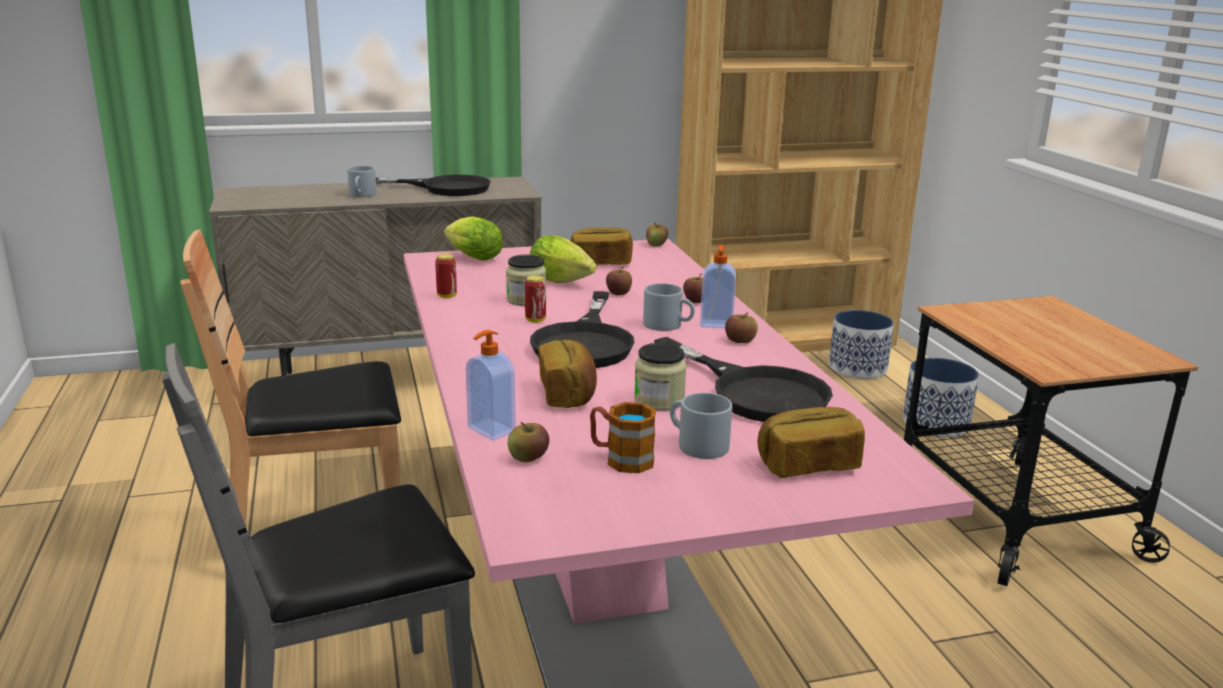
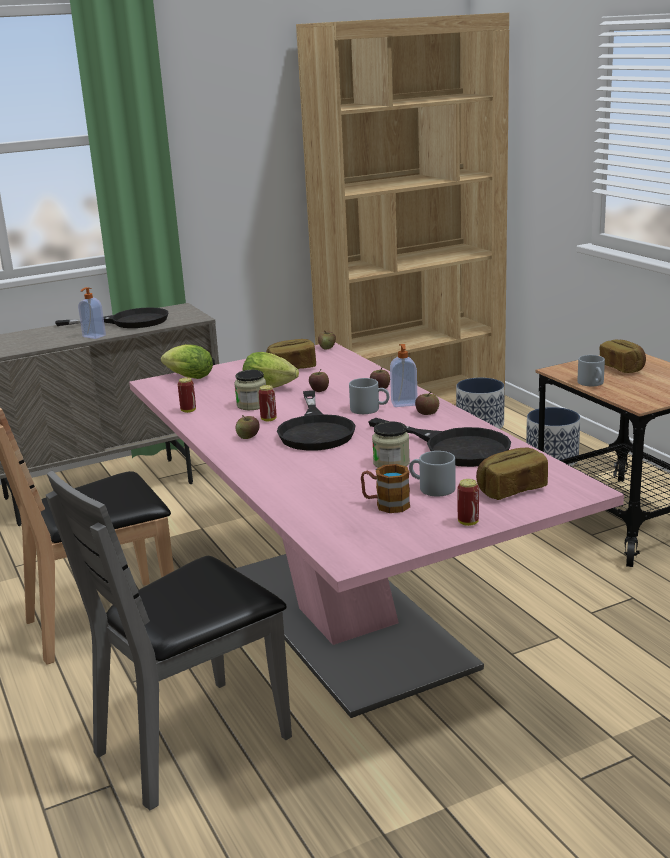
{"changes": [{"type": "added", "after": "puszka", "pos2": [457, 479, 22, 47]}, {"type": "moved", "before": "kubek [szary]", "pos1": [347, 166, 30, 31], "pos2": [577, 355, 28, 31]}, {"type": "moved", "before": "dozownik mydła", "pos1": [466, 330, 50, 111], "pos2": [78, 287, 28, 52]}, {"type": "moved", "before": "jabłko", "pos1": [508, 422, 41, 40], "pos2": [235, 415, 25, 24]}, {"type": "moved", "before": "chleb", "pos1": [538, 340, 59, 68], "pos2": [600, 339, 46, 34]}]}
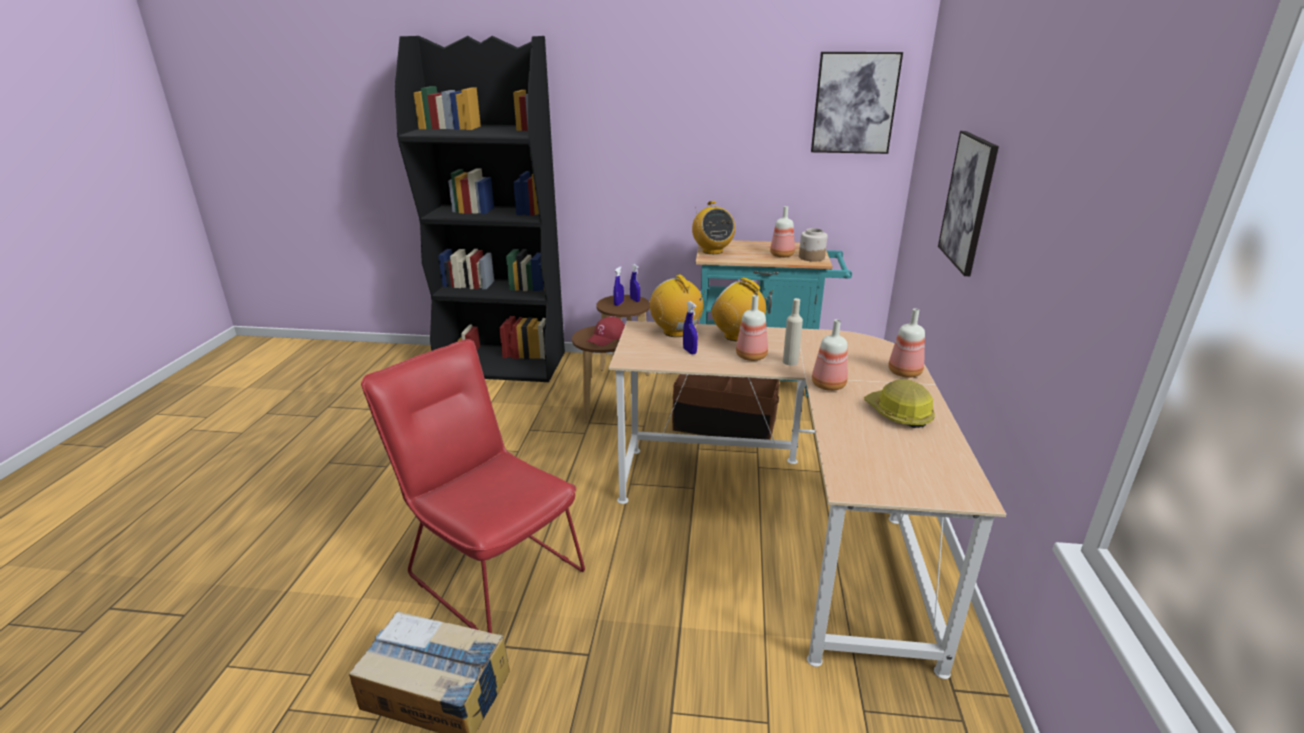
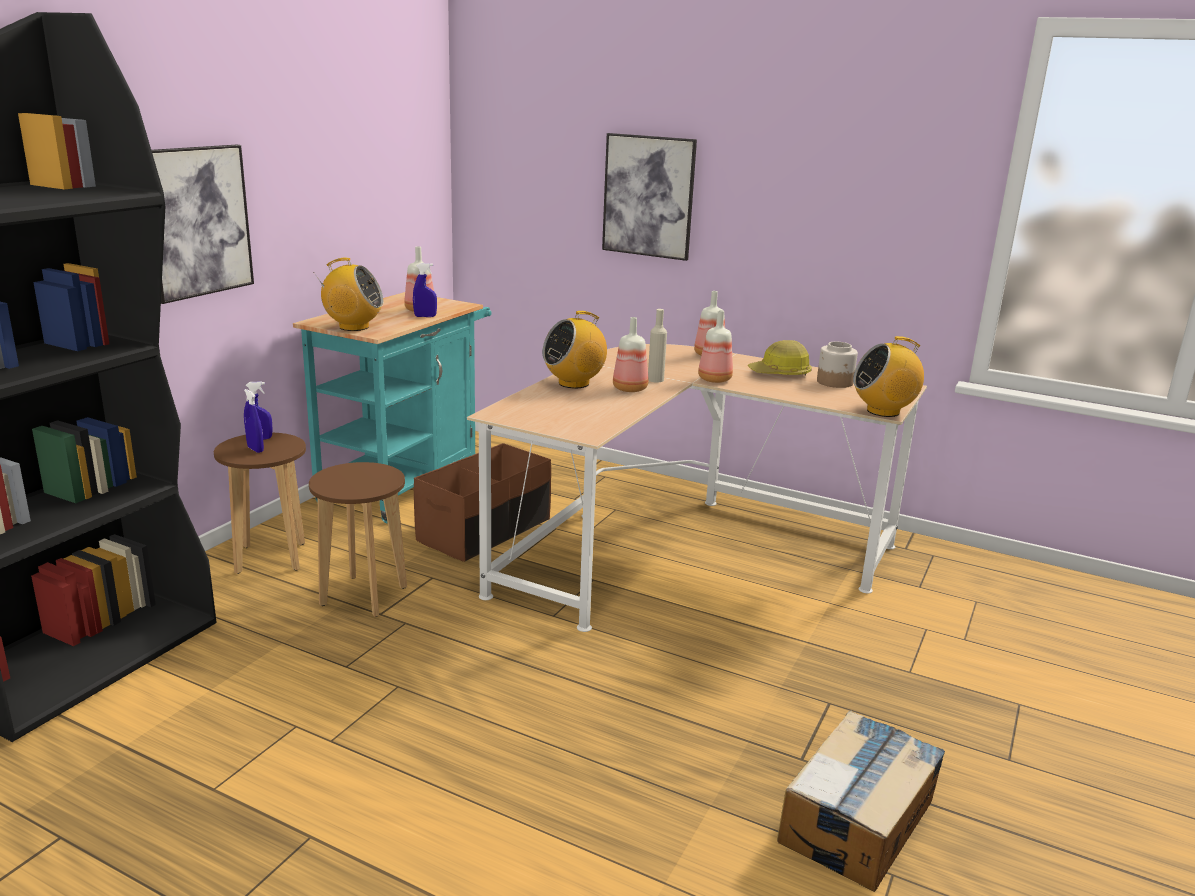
{"changes": [{"type": "removed", "before": "krzesło [czerwony]", "pos1": [361, 339, 224, 294]}, {"type": "removed", "before": "czapka z daszkiem [czerwony]", "pos1": [586, 317, 39, 29]}, {"type": "moved", "before": "radio", "pos1": [650, 274, 56, 63], "pos2": [853, 336, 71, 81]}, {"type": "moved", "before": "spryskiwacz [niebieski]", "pos1": [683, 301, 15, 54], "pos2": [413, 263, 24, 54]}, {"type": "moved", "before": "słoik", "pos1": [799, 228, 28, 34], "pos2": [817, 342, 41, 46]}, {"type": "moved", "before": "obraz", "pos1": [811, 52, 92, 102], "pos2": [151, 145, 103, 159]}]}
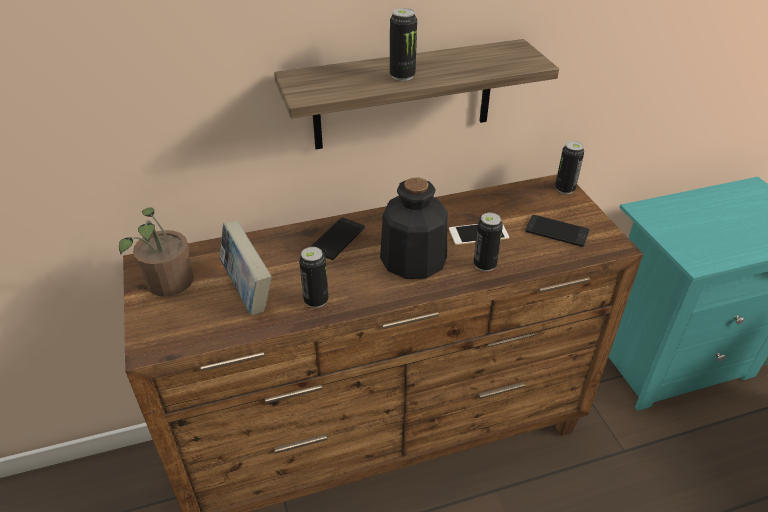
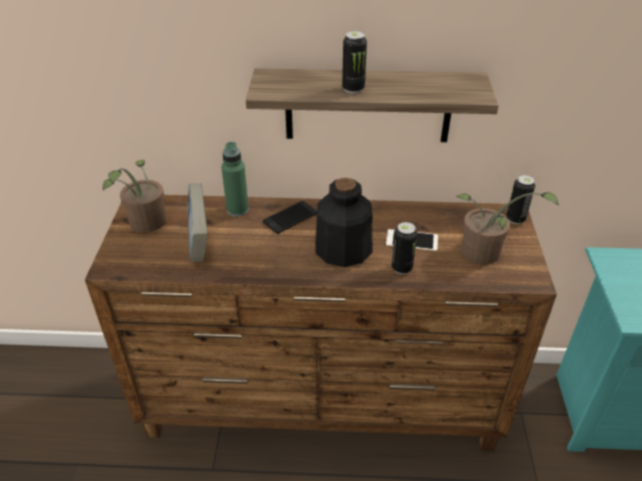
{"changes": [{"type": "removed", "before": "puszka", "pos1": [299, 247, 30, 61]}, {"type": "added", "after": "butelka [zielony]", "pos2": [221, 142, 28, 74]}, {"type": "replaced", "before": "telefon", "after": "roślina doniczkowa", "pos1": [525, 215, 64, 32], "pos2": [457, 192, 102, 72]}]}
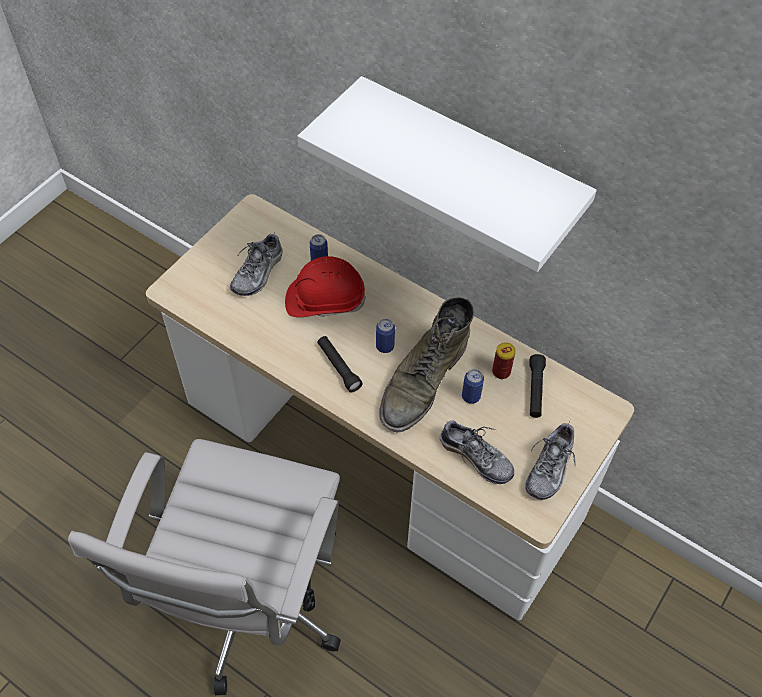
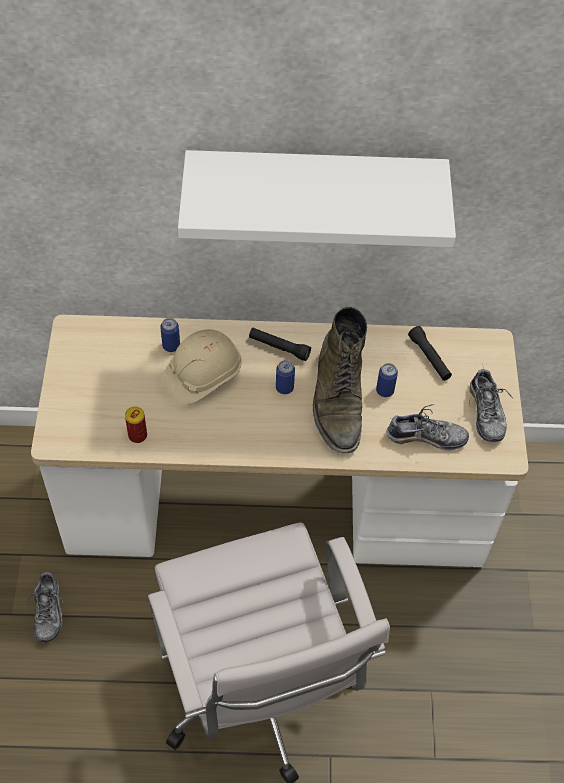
{"changes": [{"type": "moved", "before": "but", "pos1": [230, 230, 53, 66], "pos2": [27, 572, 37, 70]}, {"type": "moved", "before": "latarka [czarny]", "pos1": [317, 336, 46, 56], "pos2": [249, 328, 62, 33]}, {"type": "moved", "before": "puszka", "pos1": [492, 342, 24, 37], "pos2": [125, 407, 22, 36]}, {"type": "recoloured", "before": "kask [czerwony]", "after": "kask [beżowy]", "pos1": [285, 256, 81, 61], "pos2": [162, 329, 80, 76]}]}
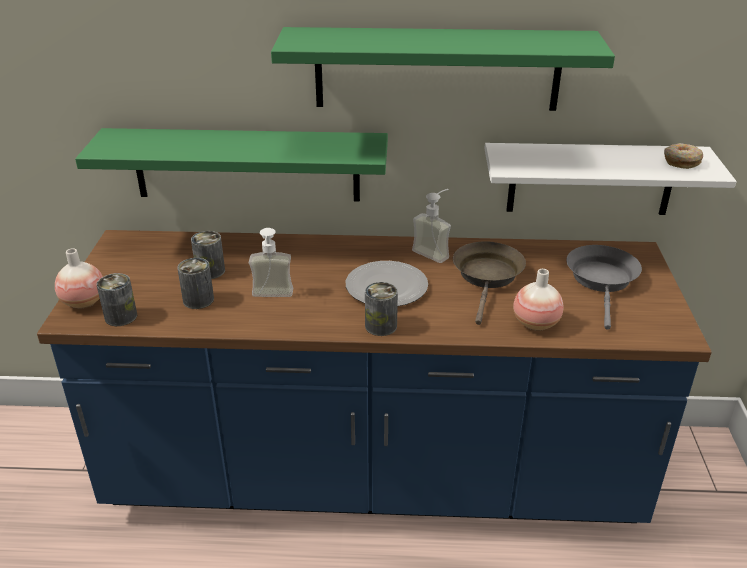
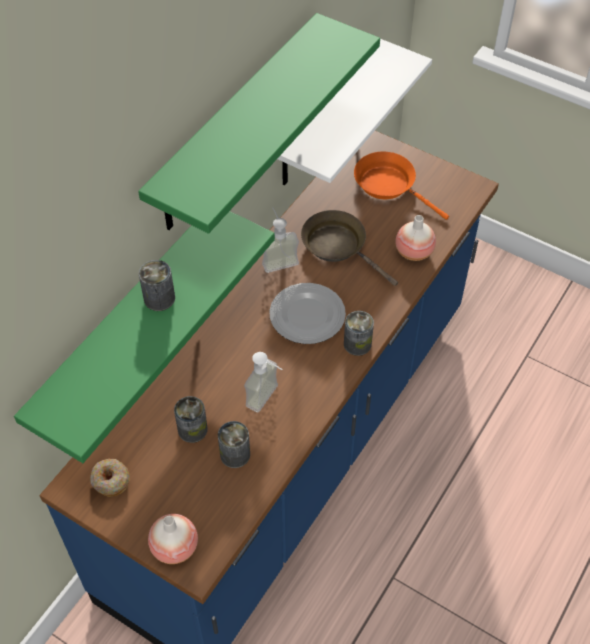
{"changes": [{"type": "moved", "before": "puszka", "pos1": [97, 273, 40, 53], "pos2": [139, 260, 36, 51]}, {"type": "moved", "before": "donut", "pos1": [664, 143, 39, 26], "pos2": [90, 459, 40, 38]}, {"type": "recoloured", "before": "patelnia [szary]", "after": "patelnia [pomarańczowy]", "pos1": [566, 245, 76, 85], "pos2": [354, 152, 95, 68]}]}
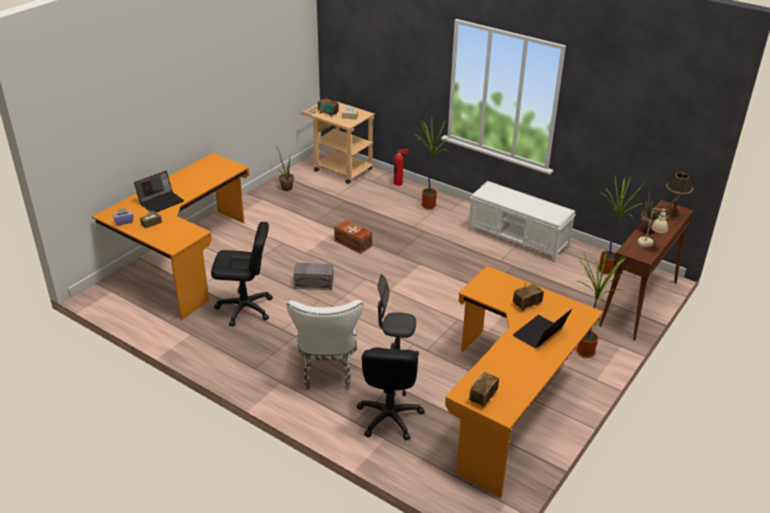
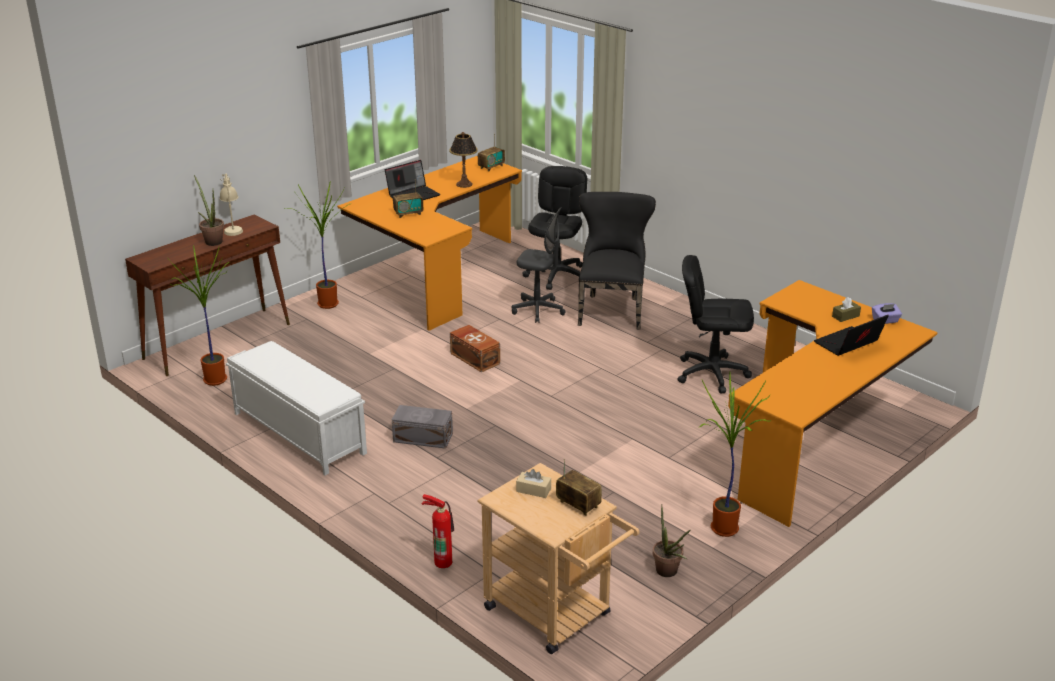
{"changes": [{"type": "moved", "before": "pojemnik do przechowywania [szary]", "pos1": [293, 263, 41, 27], "pos2": [392, 405, 61, 44]}, {"type": "moved", "before": "pojemnik do przechowywania [brązowy]", "pos1": [334, 220, 38, 34], "pos2": [450, 325, 50, 47]}, {"type": "moved", "before": "roślina doniczkowa", "pos1": [414, 118, 38, 91], "pos2": [699, 372, 73, 165]}, {"type": "moved", "before": "lampa stołowa", "pos1": [666, 172, 27, 48], "pos2": [449, 132, 28, 56]}, {"type": "recoloured", "before": "krzesło [biały]", "after": "krzesło [czarny]", "pos1": [287, 300, 76, 91], "pos2": [578, 192, 78, 138]}]}
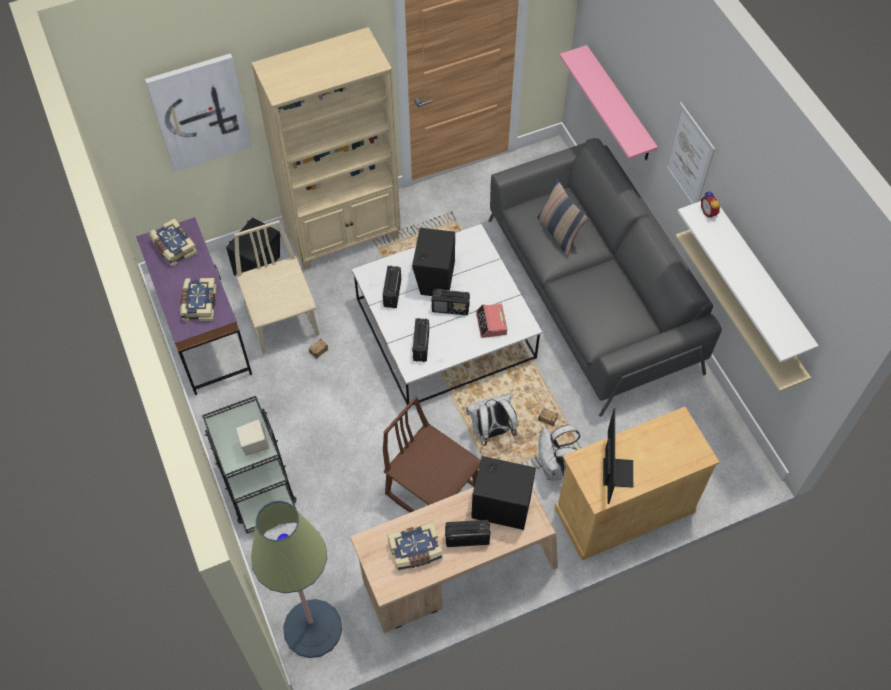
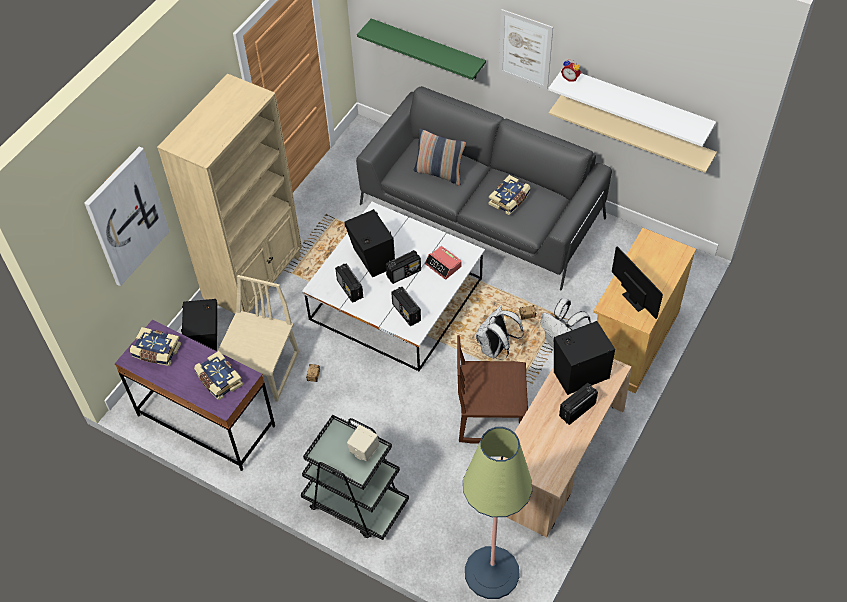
{"changes": [{"type": "moved", "before": "książka", "pos1": [387, 522, 56, 49], "pos2": [489, 175, 41, 40]}, {"type": "recoloured", "before": "półka [różowy]", "after": "półka [zielony]", "pos1": [560, 45, 98, 115], "pos2": [357, 18, 129, 62]}, {"type": "turned", "before": "krzesło [beżowy]", "pos1": [234, 220, 85, 133], "pos2": [218, 275, 81, 127], "turn": 75}]}
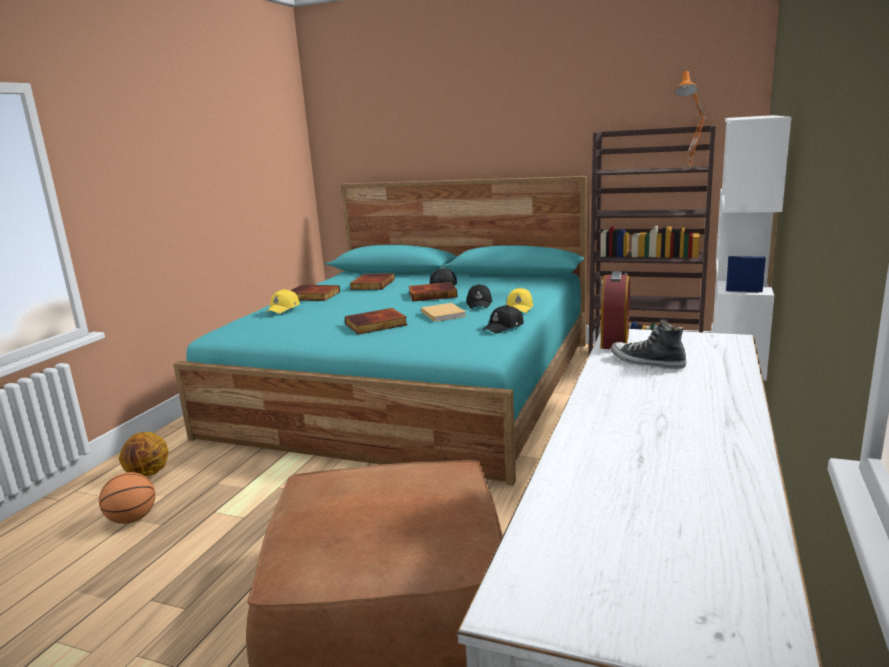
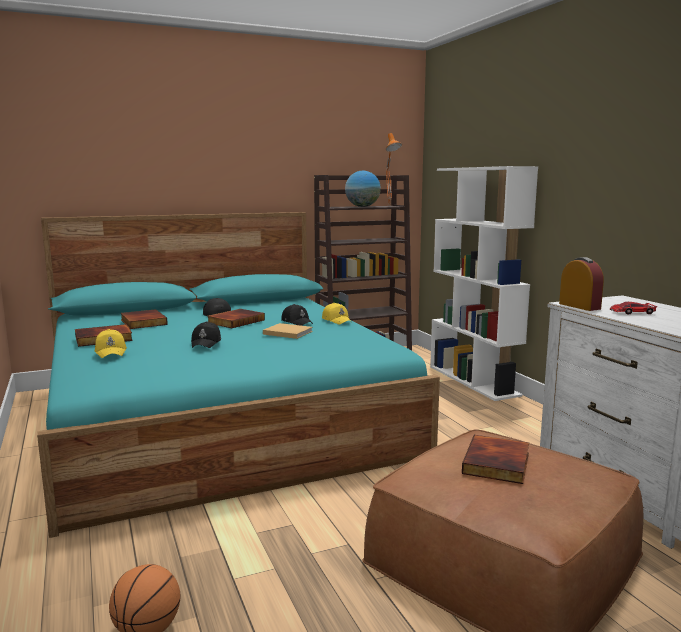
{"changes": [{"type": "removed", "before": "piłka do koszykówki", "pos1": [119, 432, 49, 44]}, {"type": "added", "after": "globus", "pos2": [345, 171, 36, 36]}, {"type": "moved", "before": "książka", "pos1": [345, 308, 63, 27], "pos2": [462, 435, 67, 49]}, {"type": "moved", "before": "czapka z daszkiem [czarny]", "pos1": [483, 305, 41, 28], "pos2": [191, 321, 30, 27]}, {"type": "replaced", "before": "but", "after": "samochodzik", "pos1": [611, 319, 75, 50], "pos2": [610, 302, 47, 13]}]}
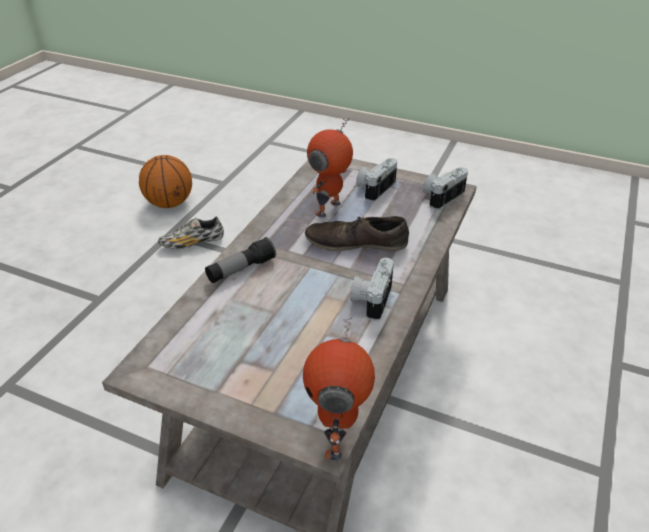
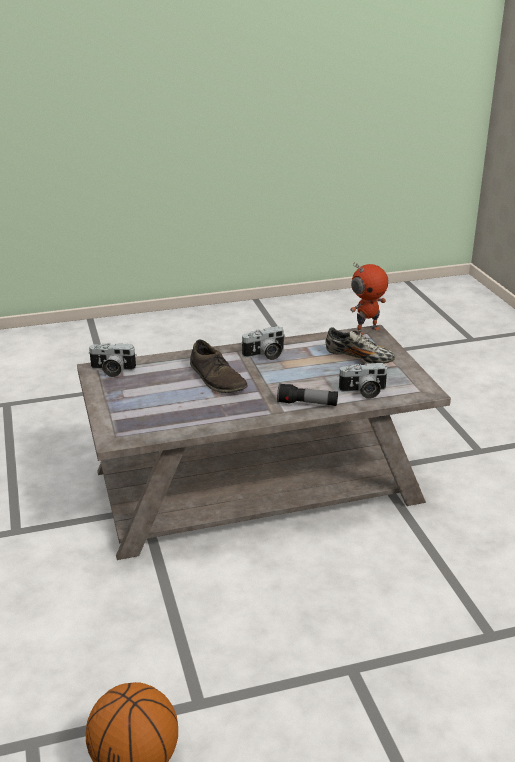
{"changes": [{"type": "removed", "before": "robot zabawkowy", "pos1": [307, 118, 46, 100]}, {"type": "moved", "before": "but", "pos1": [158, 217, 66, 32], "pos2": [326, 327, 69, 37]}, {"type": "moved", "before": "aparat fotograficzny", "pos1": [356, 158, 41, 44], "pos2": [338, 363, 49, 36]}]}
